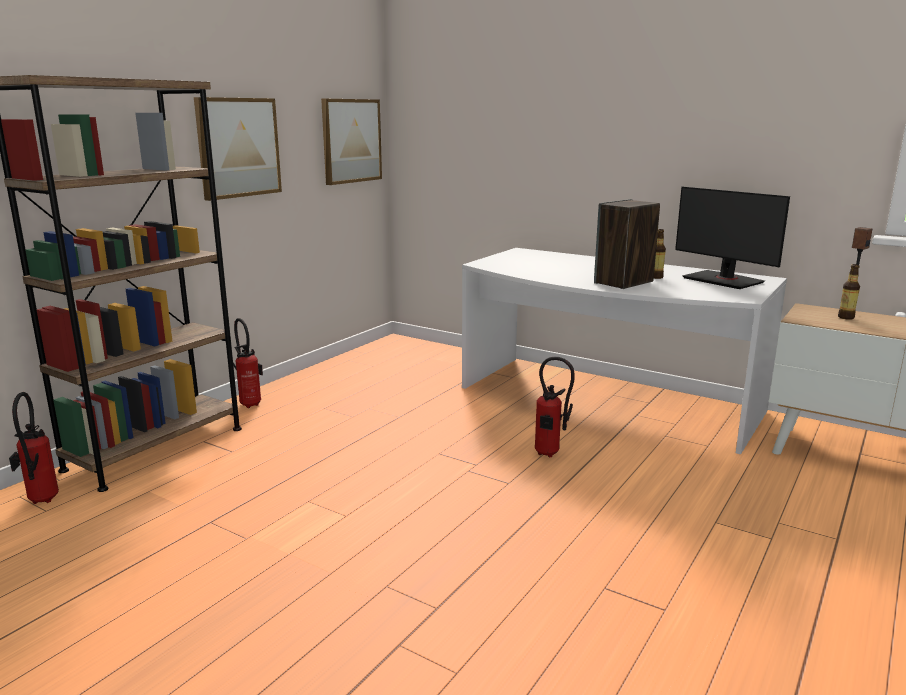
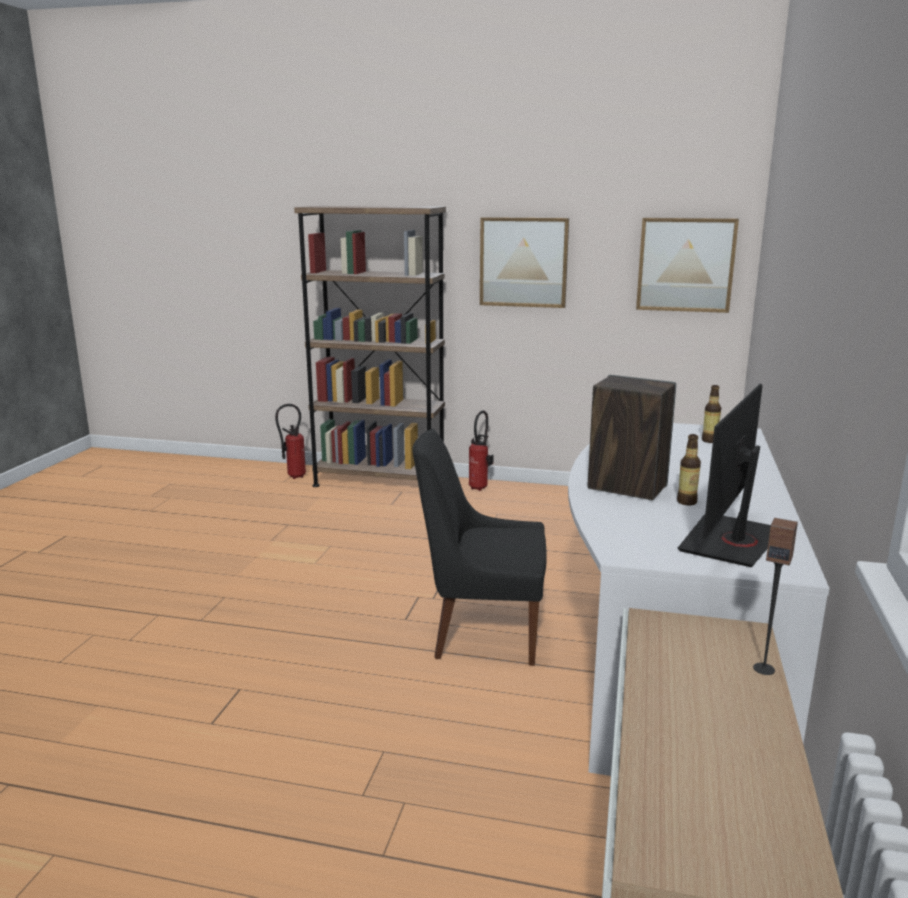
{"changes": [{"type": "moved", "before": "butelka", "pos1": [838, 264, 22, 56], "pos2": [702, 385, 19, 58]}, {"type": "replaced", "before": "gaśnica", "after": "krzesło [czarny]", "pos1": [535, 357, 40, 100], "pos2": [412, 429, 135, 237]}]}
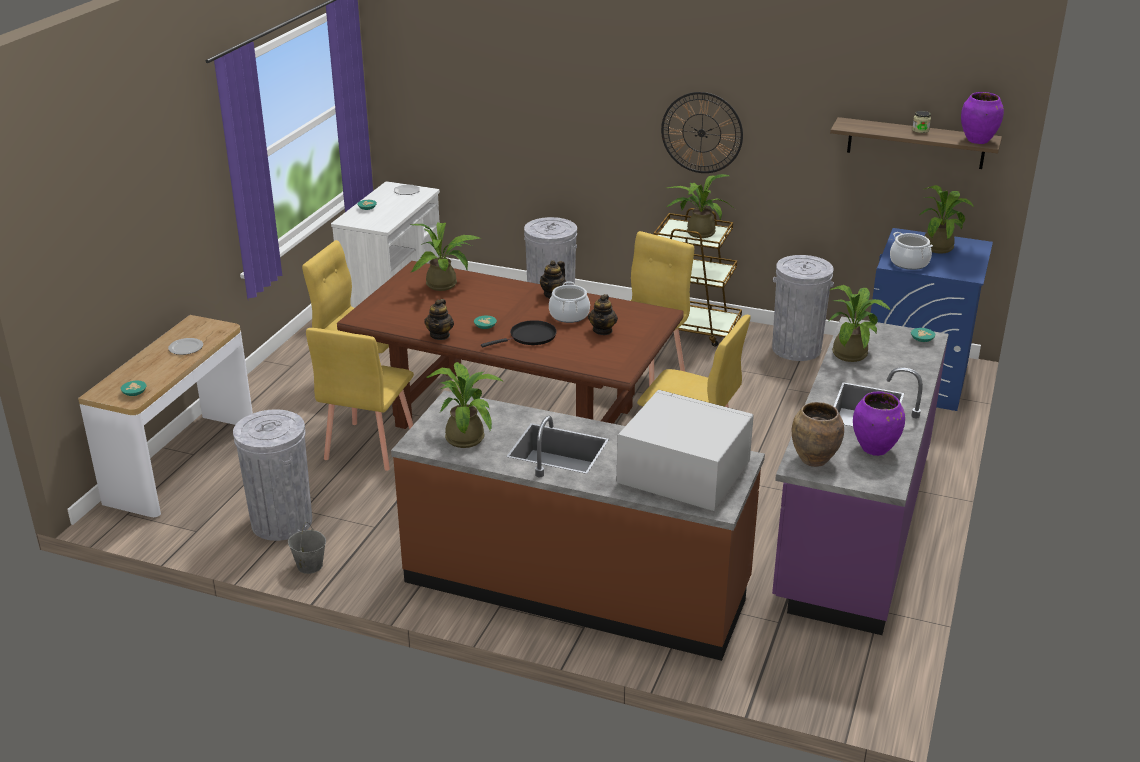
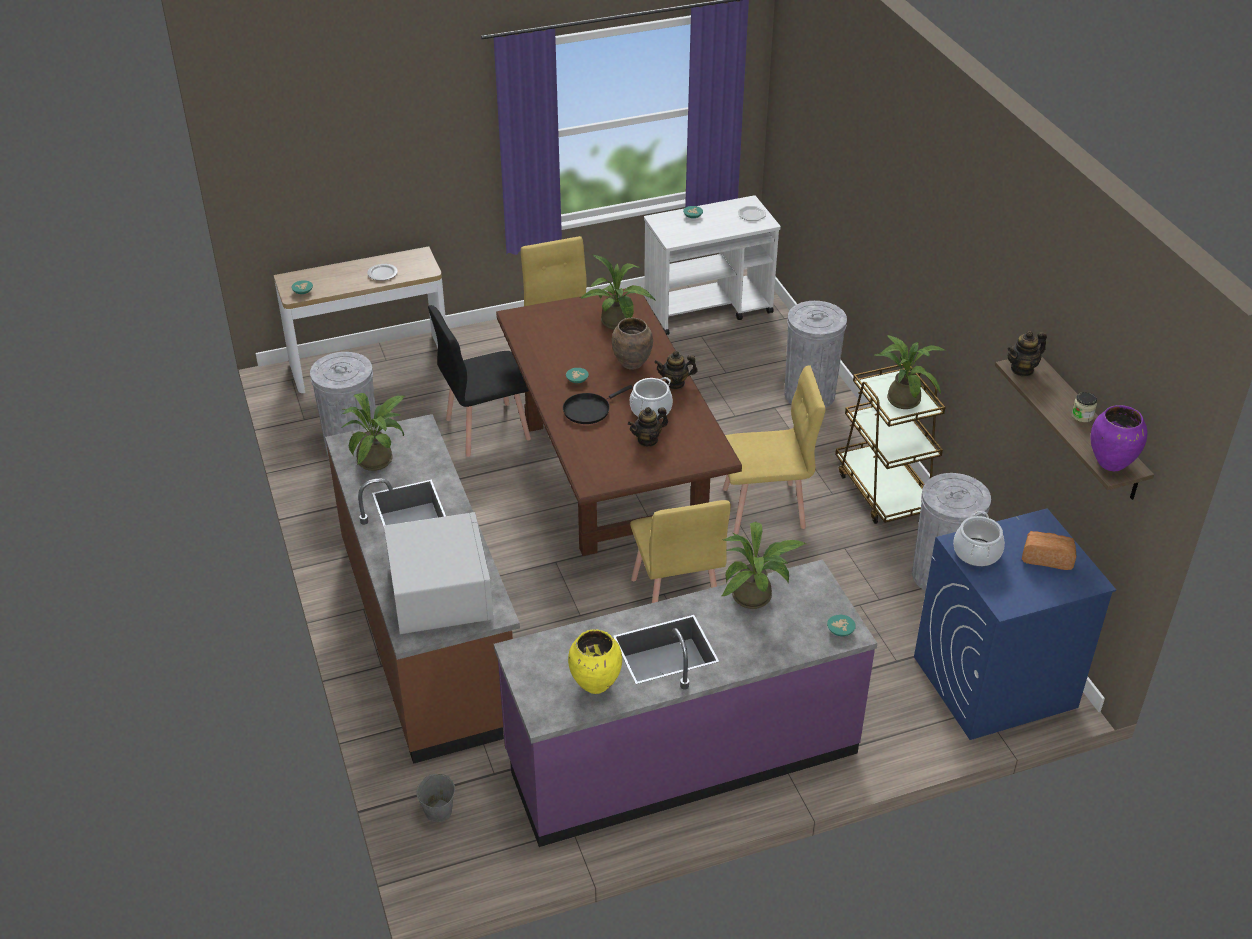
{"changes": [{"type": "removed", "before": "zegar ścienny", "pos1": [661, 92, 82, 81]}, {"type": "moved", "before": "wiadro [szary]", "pos1": [288, 522, 38, 52], "pos2": [416, 774, 39, 48]}, {"type": "moved", "before": "imbryk", "pos1": [424, 299, 30, 41], "pos2": [1007, 331, 40, 45]}, {"type": "moved", "before": "wazon [brązowy]", "pos1": [792, 402, 52, 65], "pos2": [612, 318, 41, 52]}, {"type": "replaced", "before": "roślina doniczkowa", "after": "chleb", "pos1": [920, 185, 54, 68], "pos2": [1022, 531, 55, 39]}, {"type": "recoloured", "before": "krzesło [żółty]", "after": "krzesło [czarny]", "pos1": [306, 328, 108, 143], "pos2": [428, 305, 103, 152]}, {"type": "recoloured", "before": "wazon [fioletowy]", "after": "wazon [żółty]", "pos1": [853, 392, 52, 64], "pos2": [568, 629, 54, 65]}, {"type": "turned", "before": "patelnia [czarny]", "pos1": [481, 320, 76, 27], "pos2": [563, 385, 70, 39], "turn": 120}]}
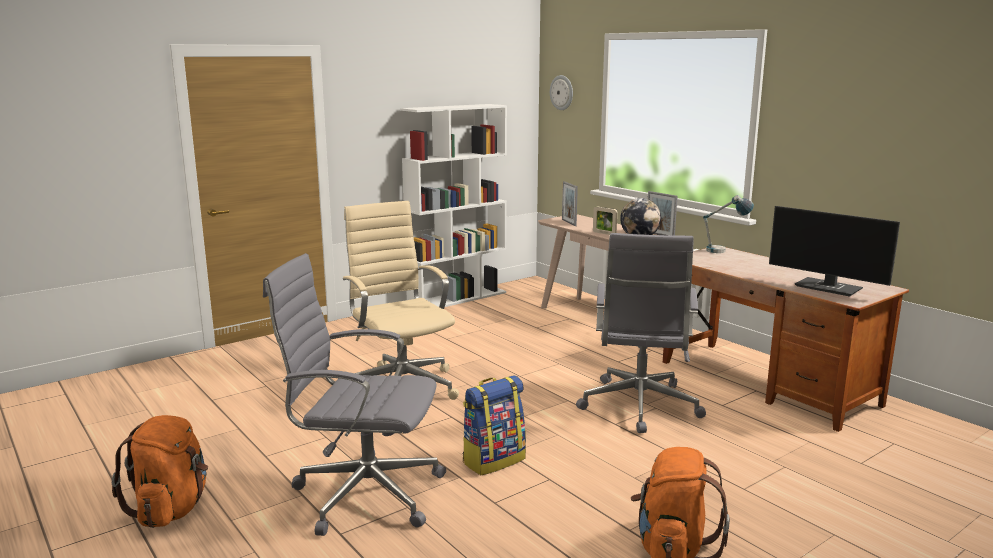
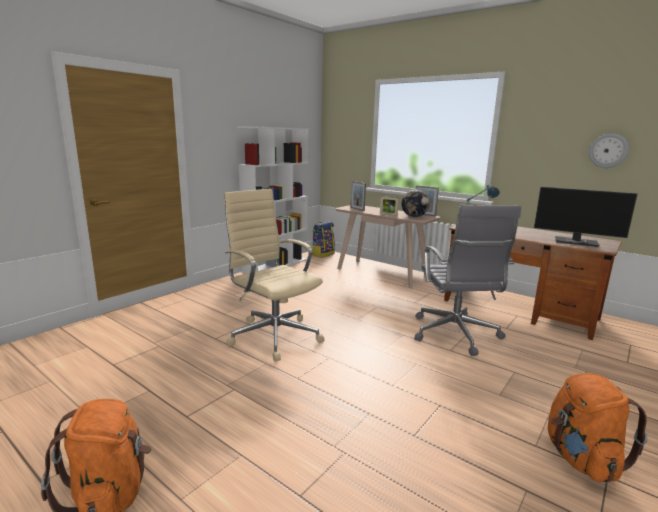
{"changes": [{"type": "removed", "before": "krzesło biurowe [szary]", "pos1": [263, 253, 183, 283]}, {"type": "moved", "before": "plecak", "pos1": [463, 376, 63, 99], "pos2": [312, 221, 23, 37]}, {"type": "moved", "before": "zegar ścienny", "pos1": [550, 75, 23, 35], "pos2": [589, 133, 40, 35]}]}
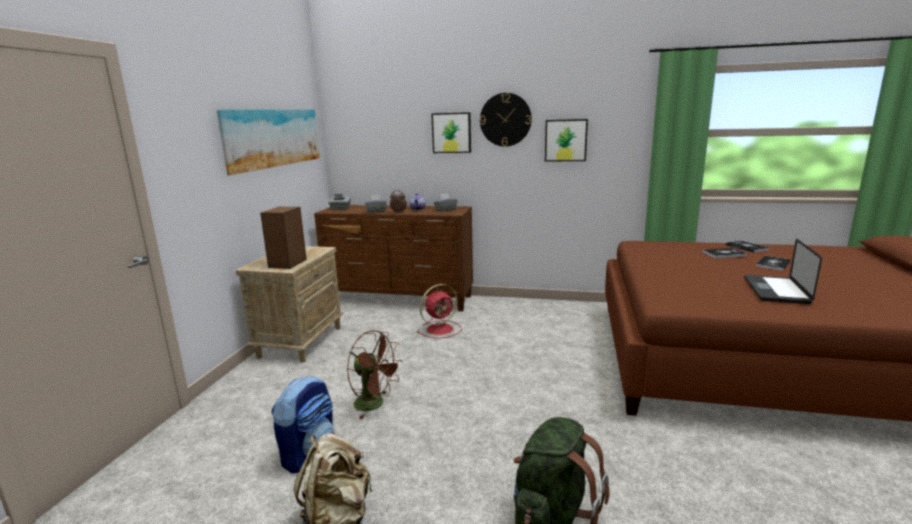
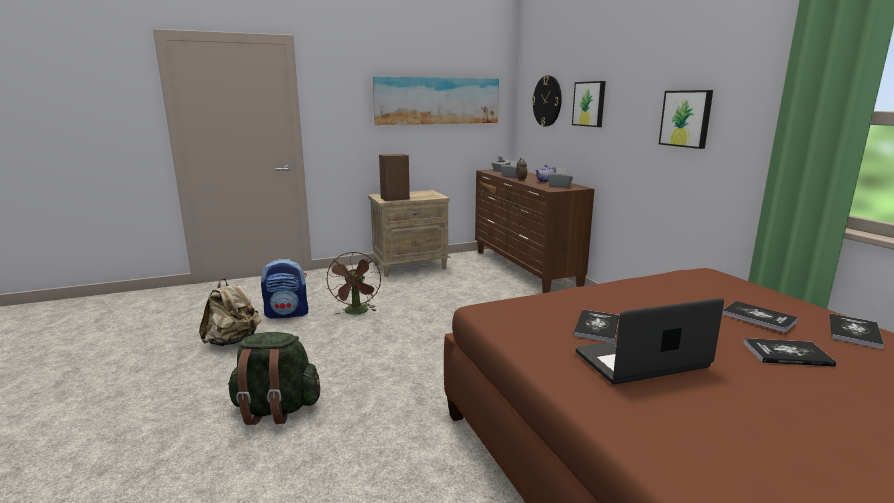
{"changes": [{"type": "removed", "before": "wentylator [czerwony]", "pos1": [417, 284, 45, 55]}, {"type": "added", "after": "książka", "pos2": [573, 309, 46, 33]}, {"type": "moved", "before": "zegar ścienny", "pos1": [480, 93, 52, 54], "pos2": [532, 75, 30, 51]}]}
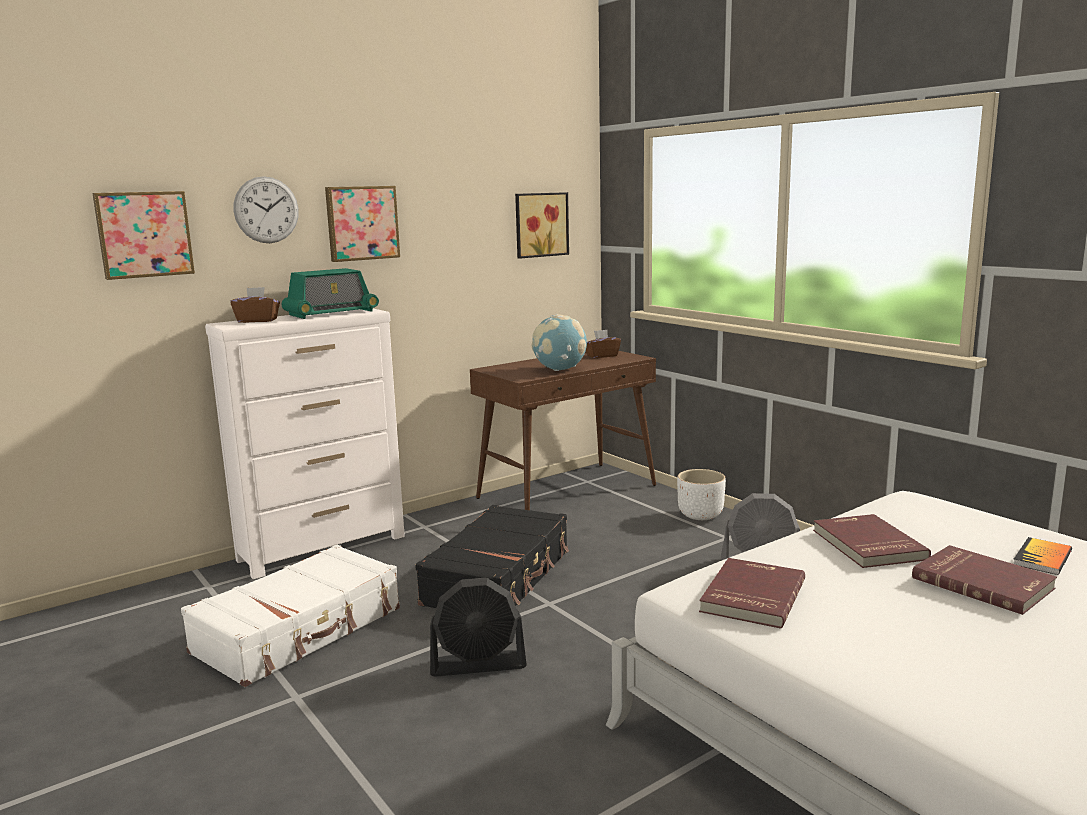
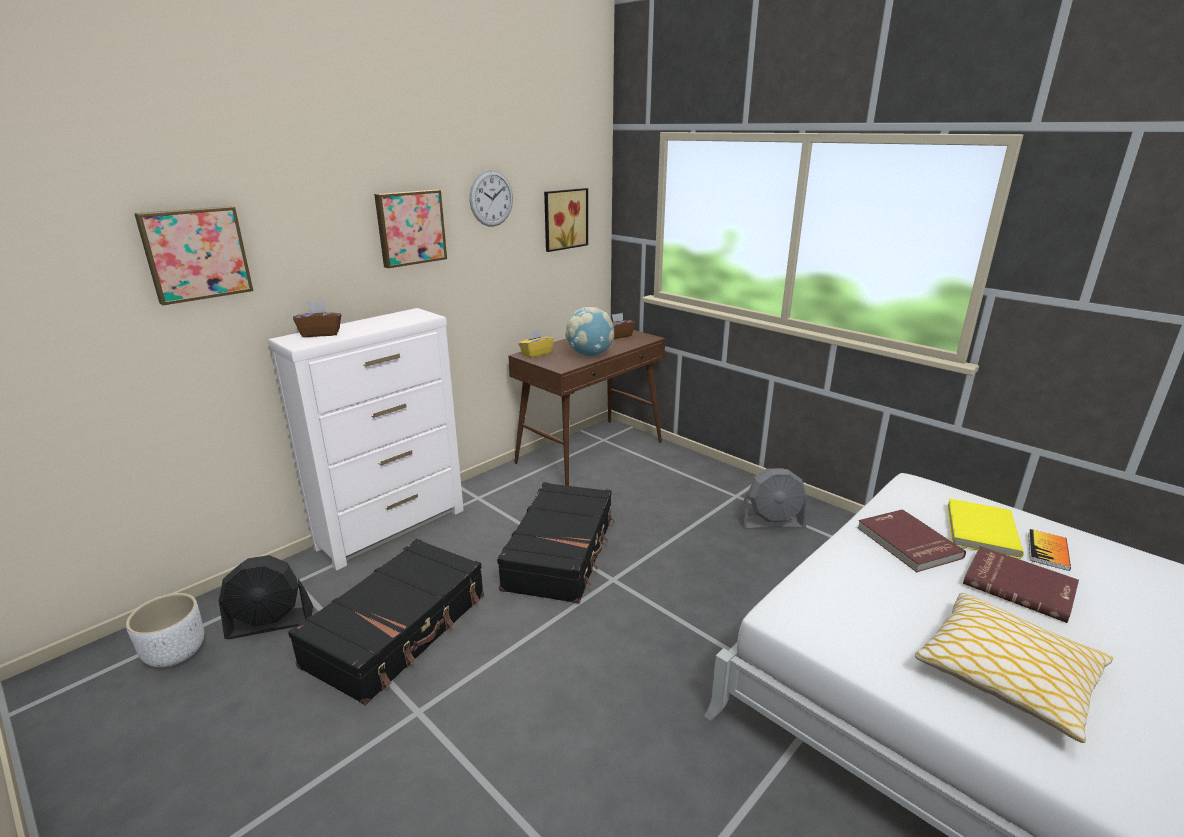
{"changes": [{"type": "removed", "before": "radio", "pos1": [282, 268, 97, 51]}, {"type": "removed", "before": "książka [czerwony]", "pos1": [699, 558, 106, 71]}, {"type": "added", "after": "pudełko chusteczek [żółty]", "pos2": [518, 329, 36, 29]}, {"type": "added", "after": "poduszka", "pos2": [915, 593, 198, 150]}, {"type": "added", "after": "książka [żółty]", "pos2": [947, 499, 77, 60]}, {"type": "moved", "before": "zegar ścienny", "pos1": [234, 176, 65, 67], "pos2": [470, 170, 43, 57]}, {"type": "moved", "before": "wentylator [czarny]", "pos1": [430, 578, 97, 99], "pos2": [218, 555, 95, 84]}, {"type": "moved", "before": "donica [biały]", "pos1": [677, 469, 49, 51], "pos2": [126, 593, 78, 74]}, {"type": "recoloured", "before": "walizka [biały]", "after": "walizka [czarny]", "pos1": [181, 545, 219, 142], "pos2": [288, 539, 196, 166]}]}
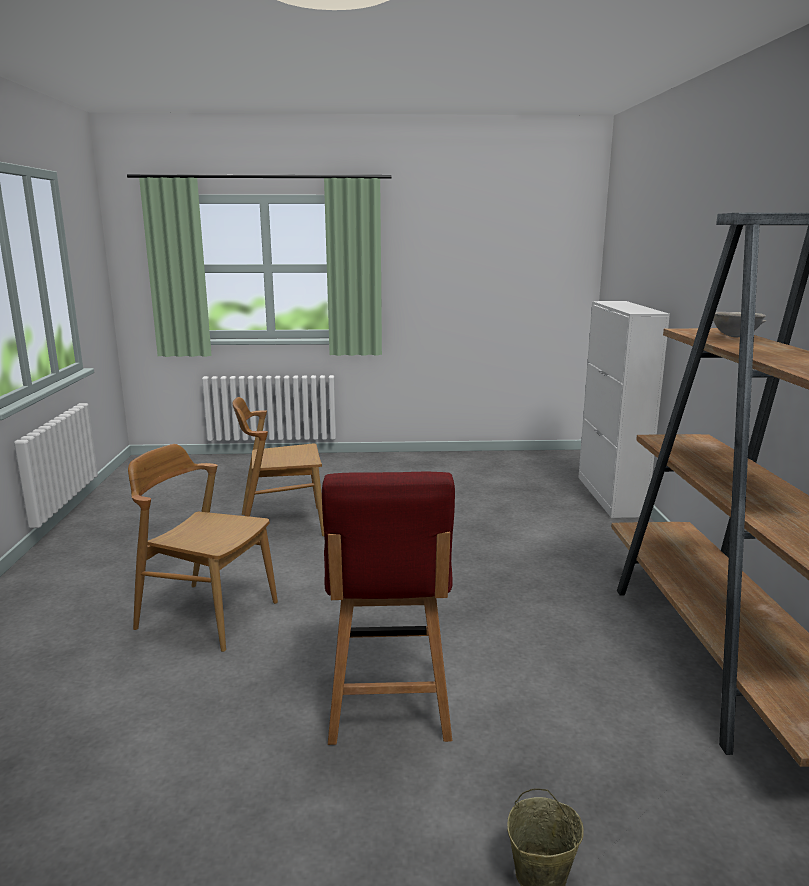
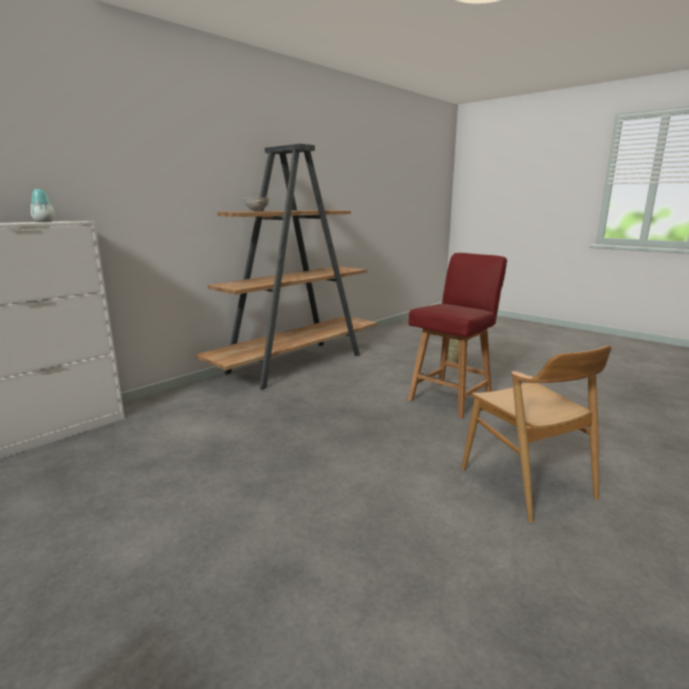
{"changes": [{"type": "removed", "before": "krzesło [brązowy]", "pos1": [233, 397, 91, 140]}, {"type": "added", "after": "wazon", "pos2": [31, 189, 24, 33]}]}
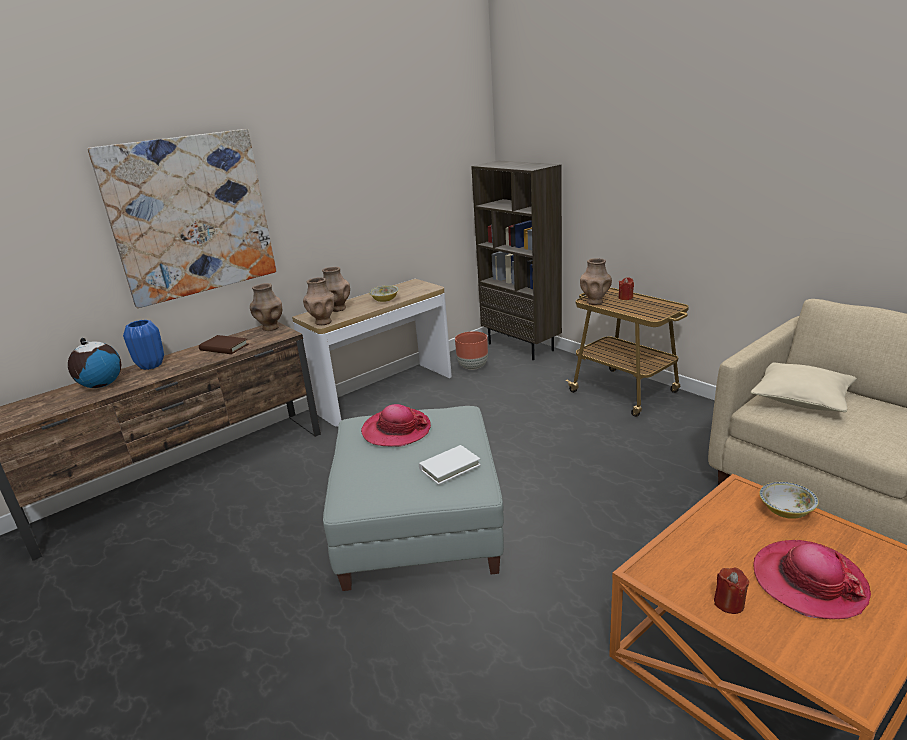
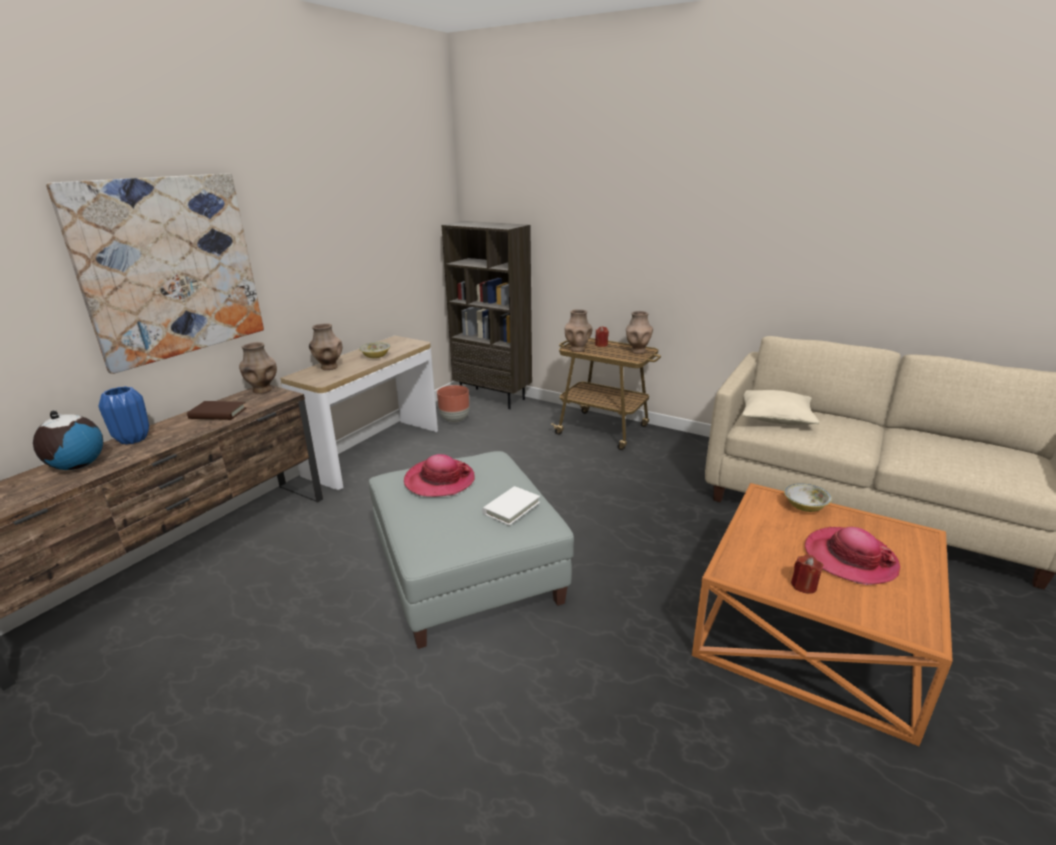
{"changes": [{"type": "moved", "before": "wazon [brązowy]", "pos1": [303, 277, 31, 48], "pos2": [626, 311, 27, 43]}]}
